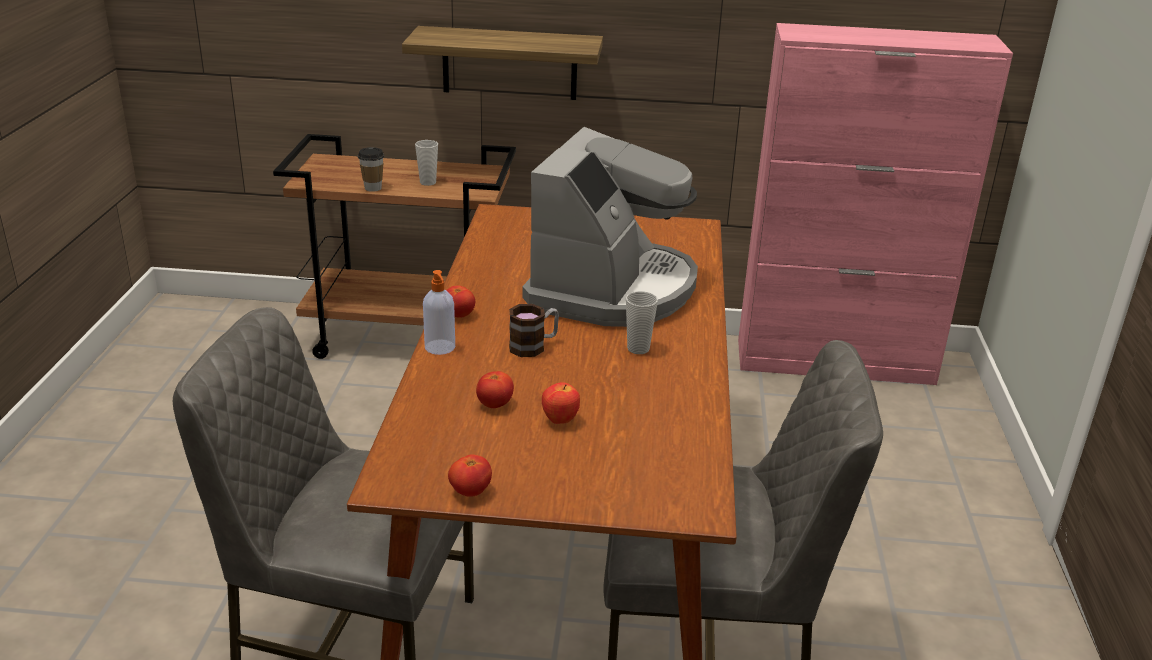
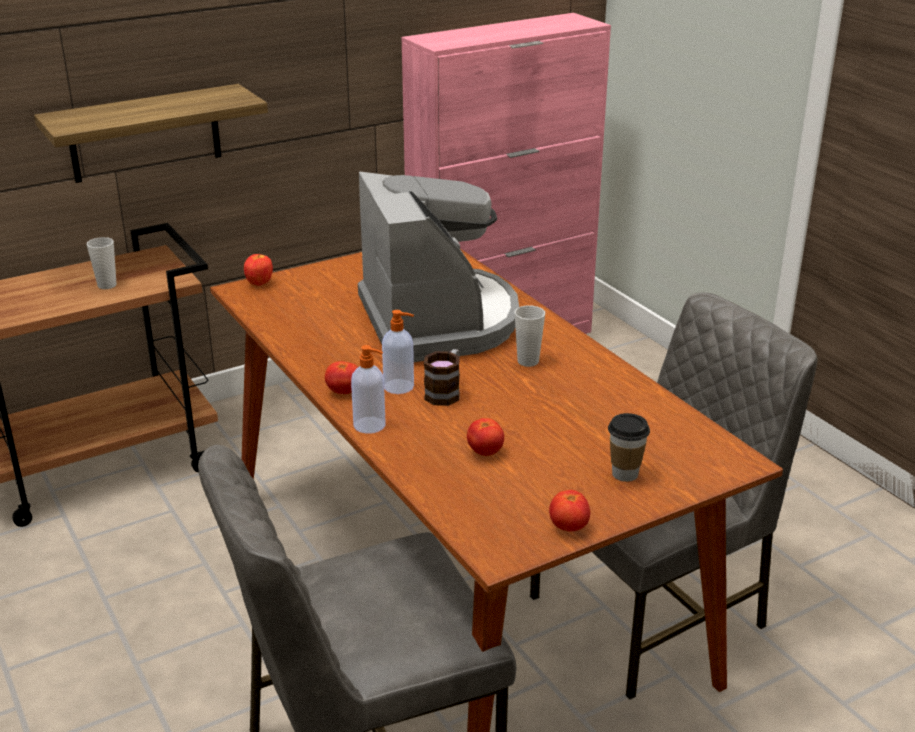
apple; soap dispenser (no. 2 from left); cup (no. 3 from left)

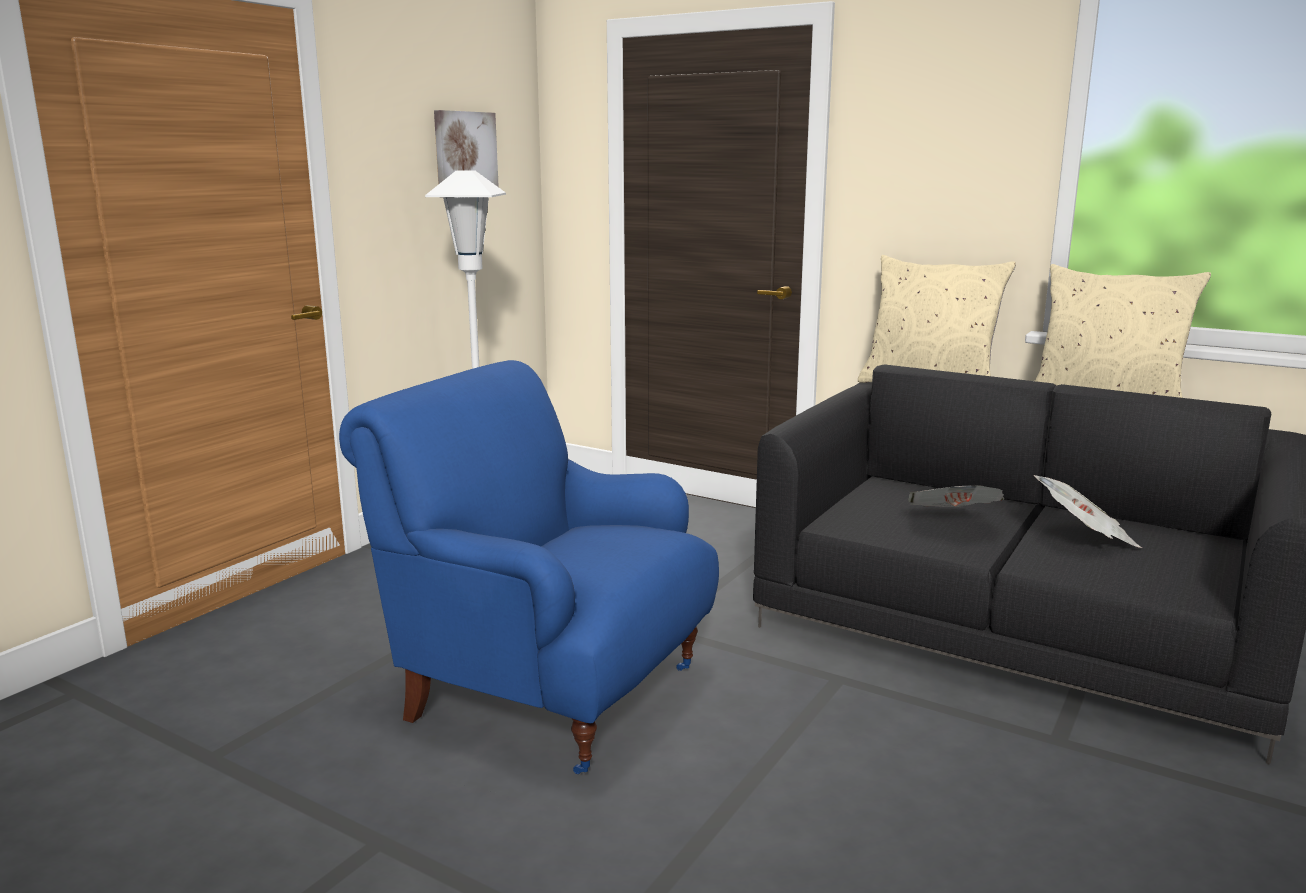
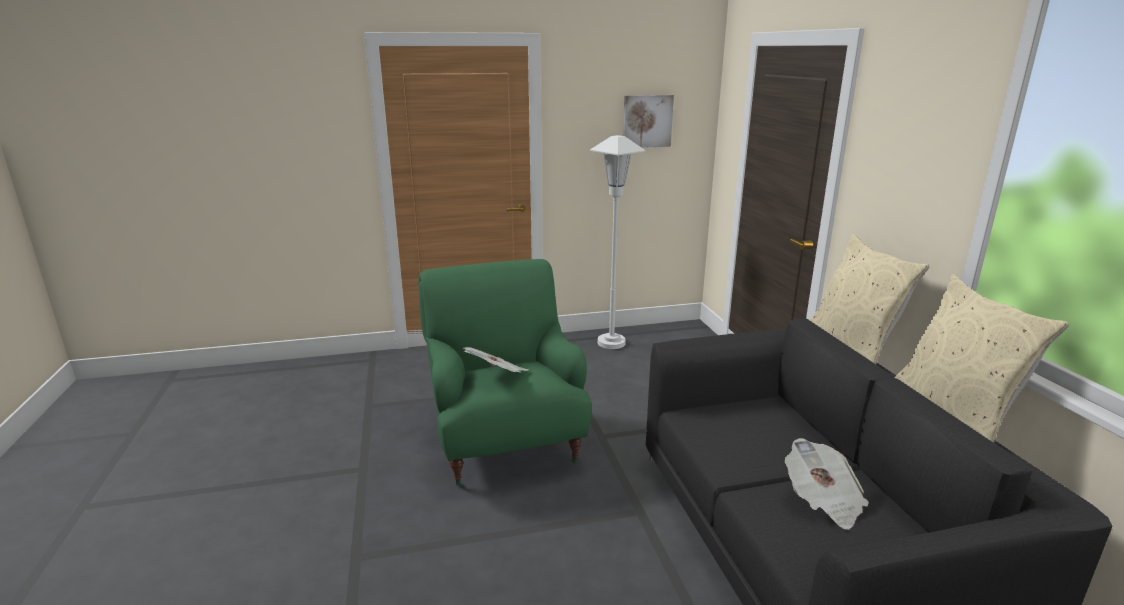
armchair in green; newspaper (no. 1 from left)

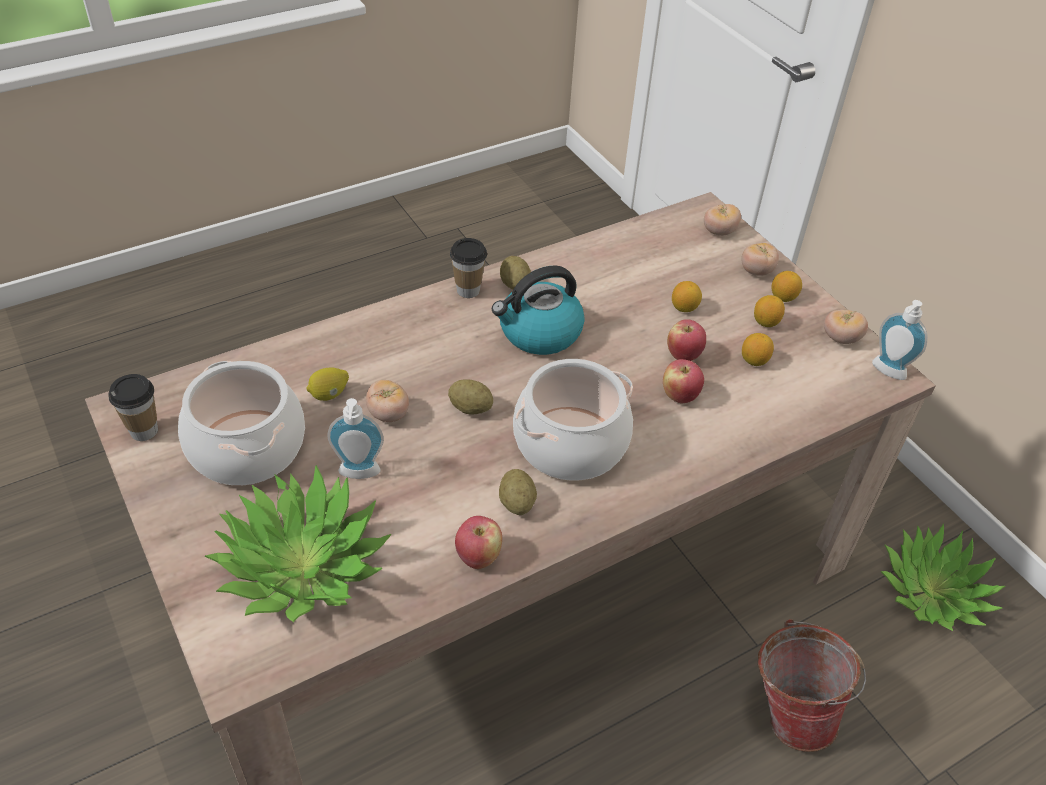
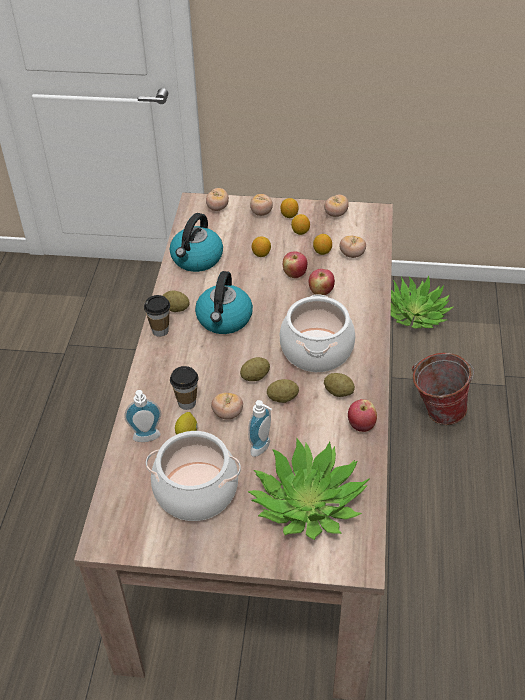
soap dispenser (no. 1 from left); kettle (no. 1 from left); cup (no. 2 from left); potato (no. 3 from left); tomato (no. 5 from left)

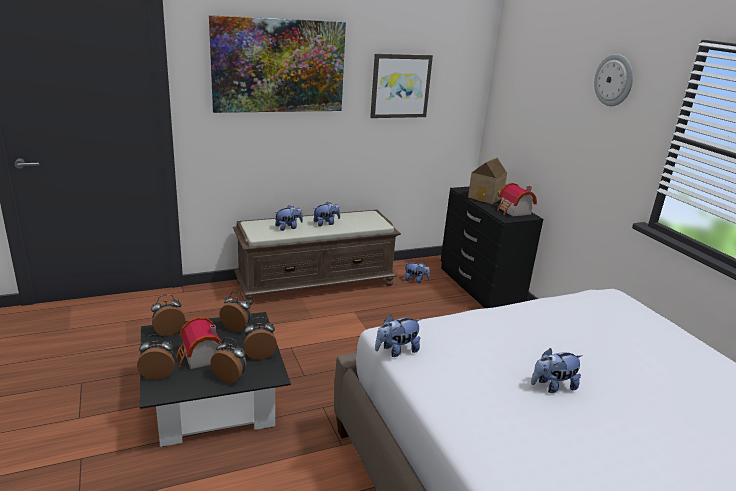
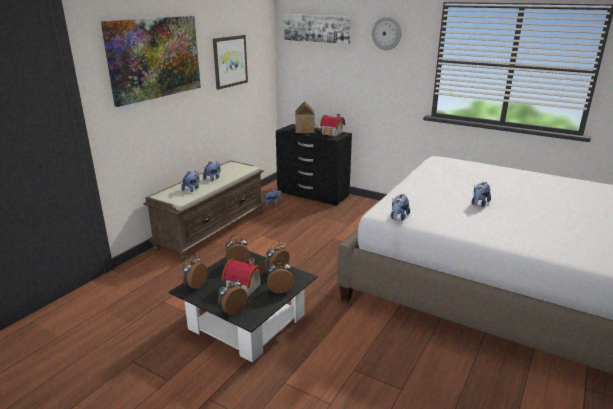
picture (no. 3 from left)

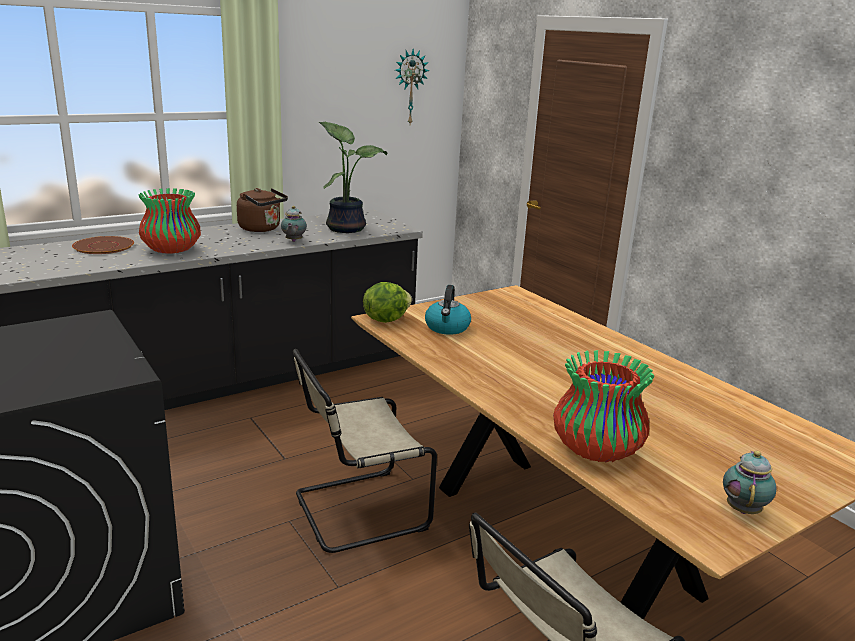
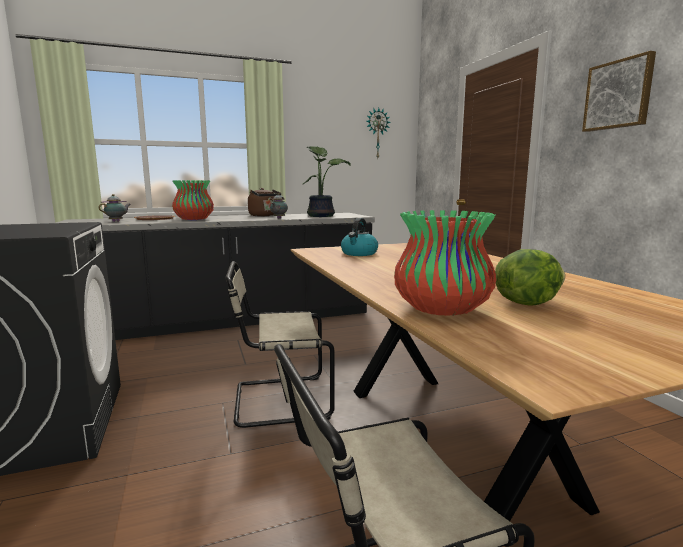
teapot (no. 1 from left); lettuce; picture

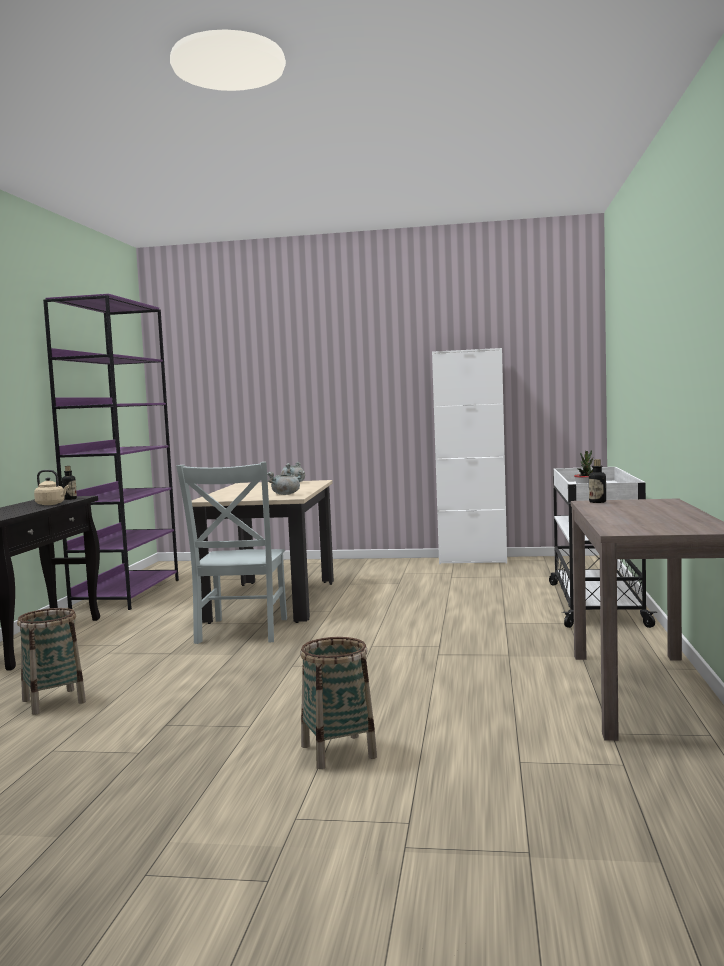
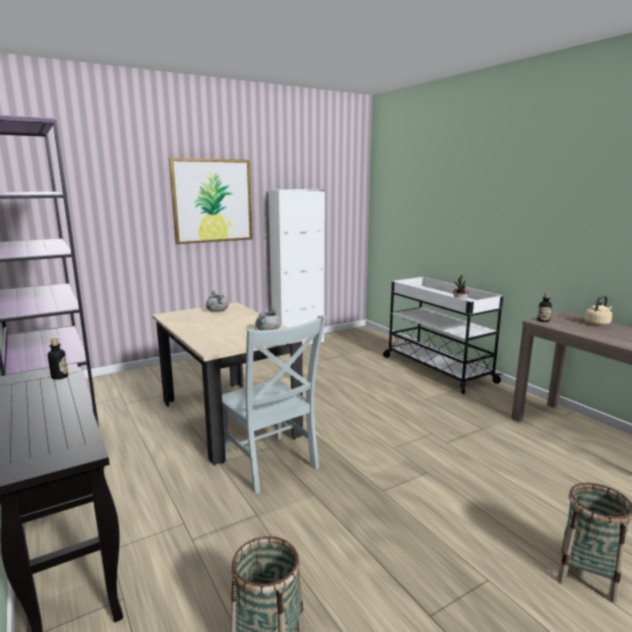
picture; kettle in beige

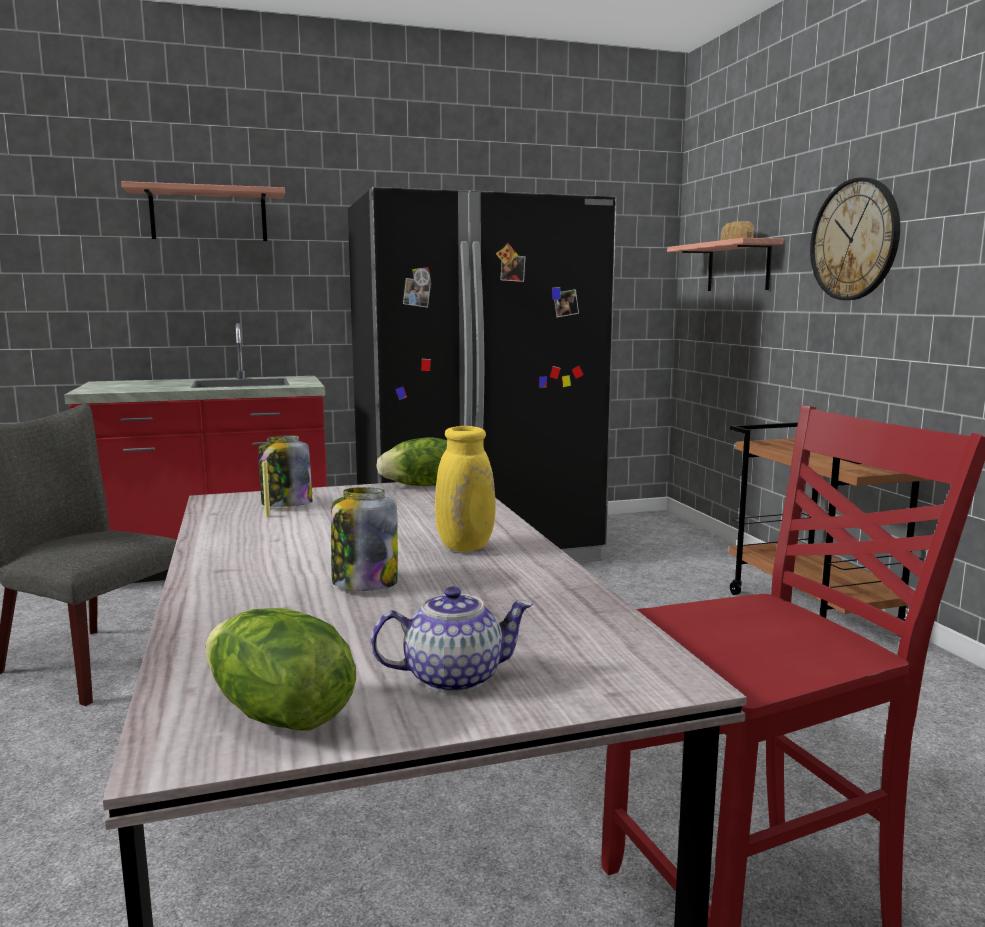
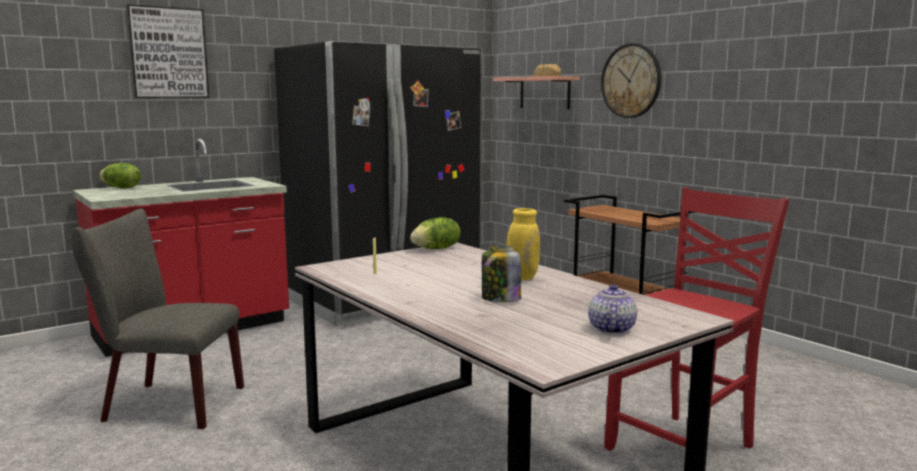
lettuce (no. 1 from left); picture; teapot; jar (no. 1 from left in the first image)

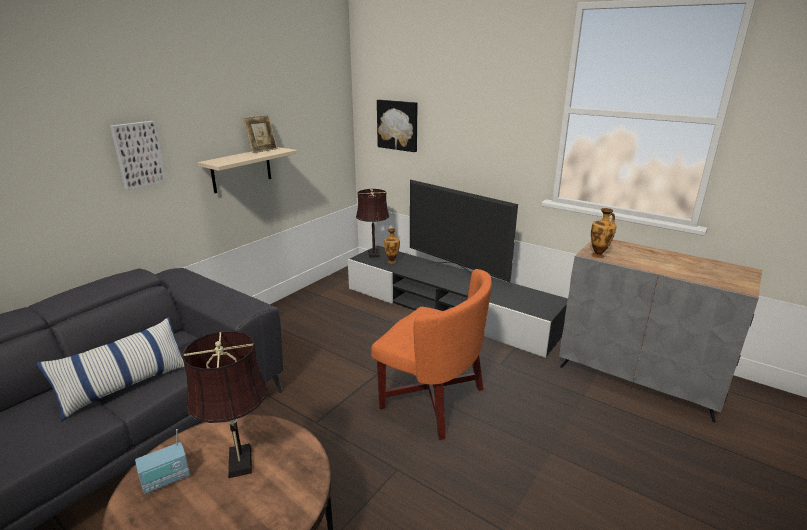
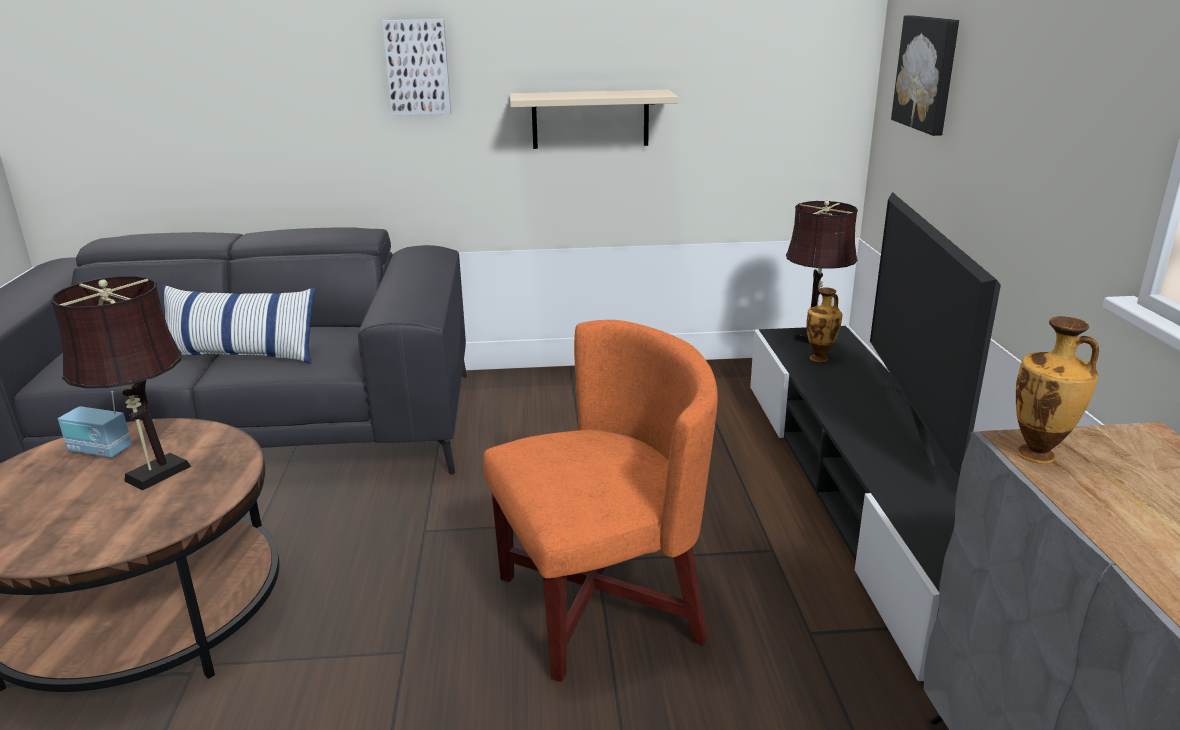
armchair in orange; picture frame

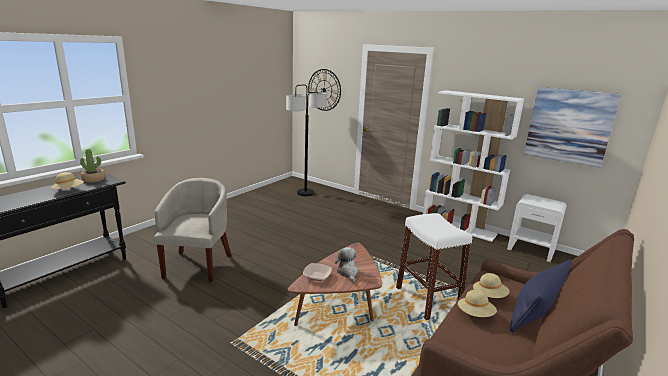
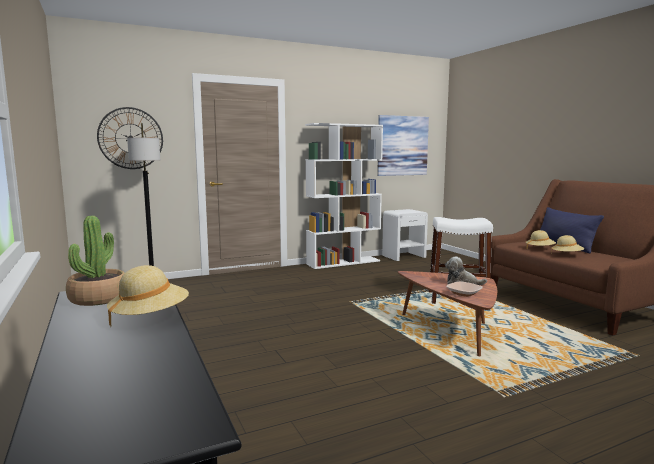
armchair in beige

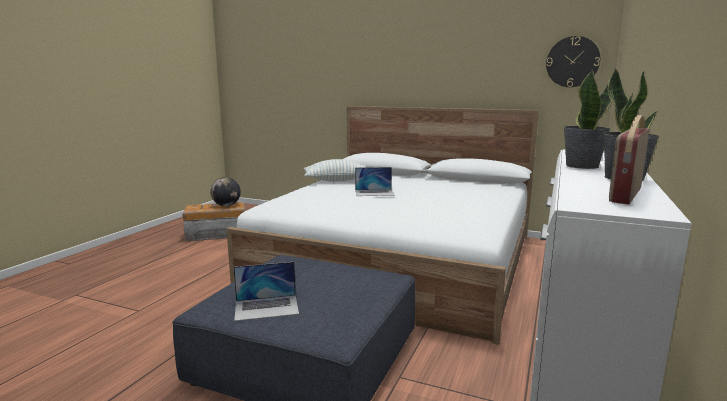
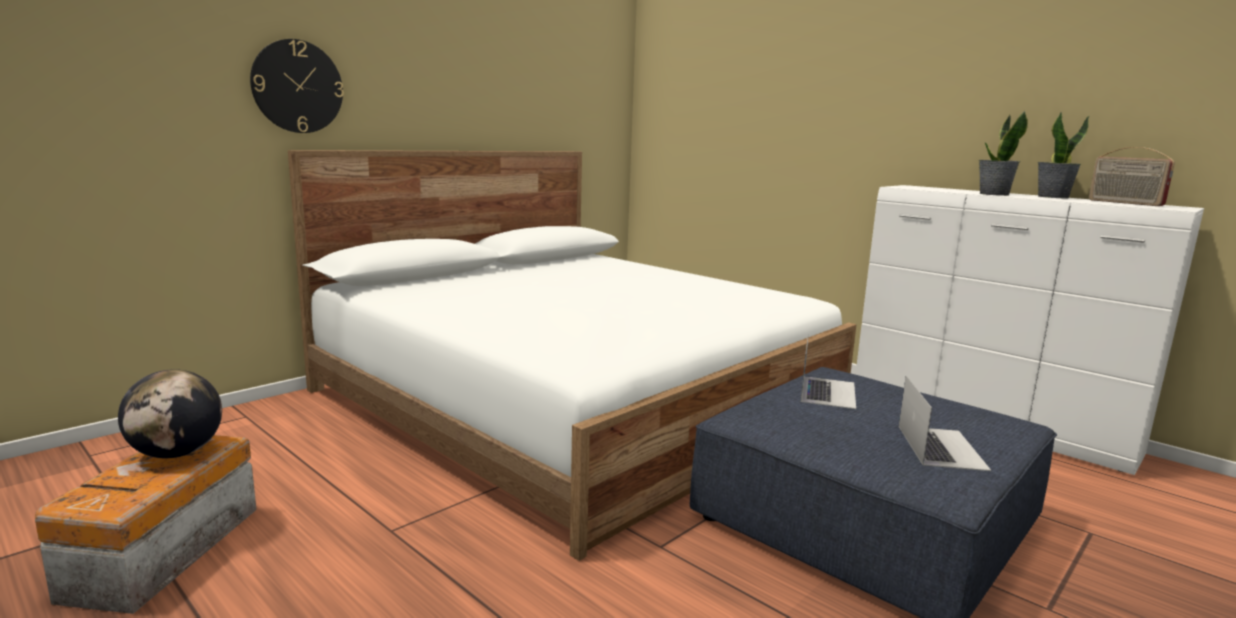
wall clock; laptop (no. 1 from left); pillow

